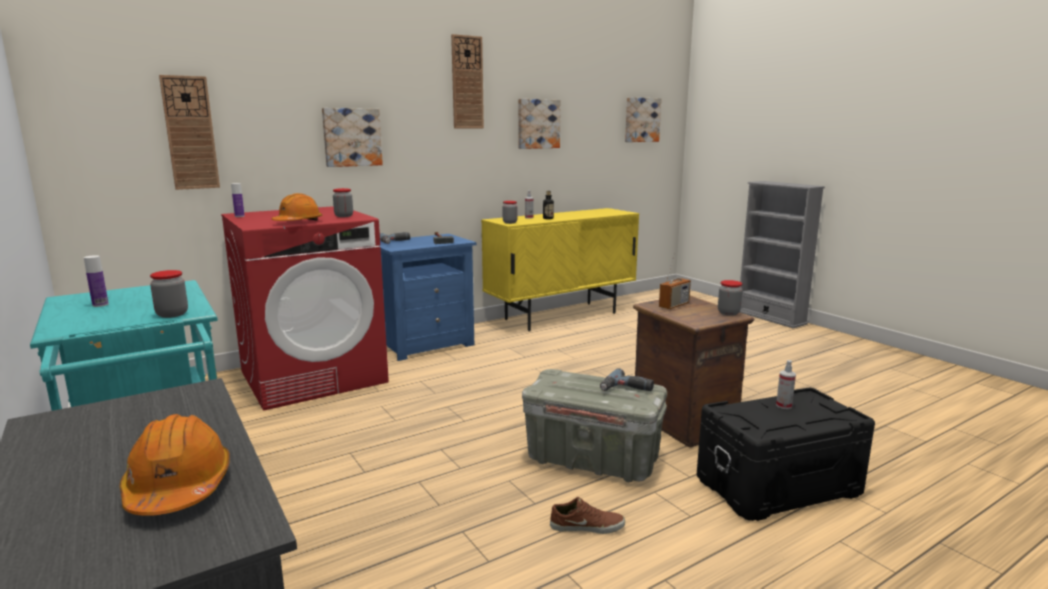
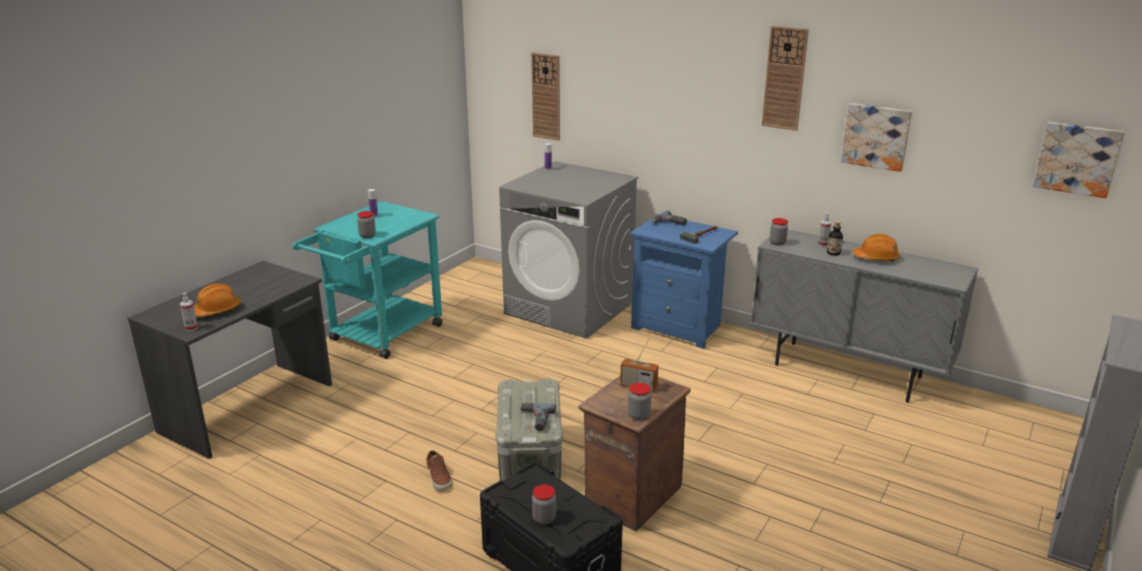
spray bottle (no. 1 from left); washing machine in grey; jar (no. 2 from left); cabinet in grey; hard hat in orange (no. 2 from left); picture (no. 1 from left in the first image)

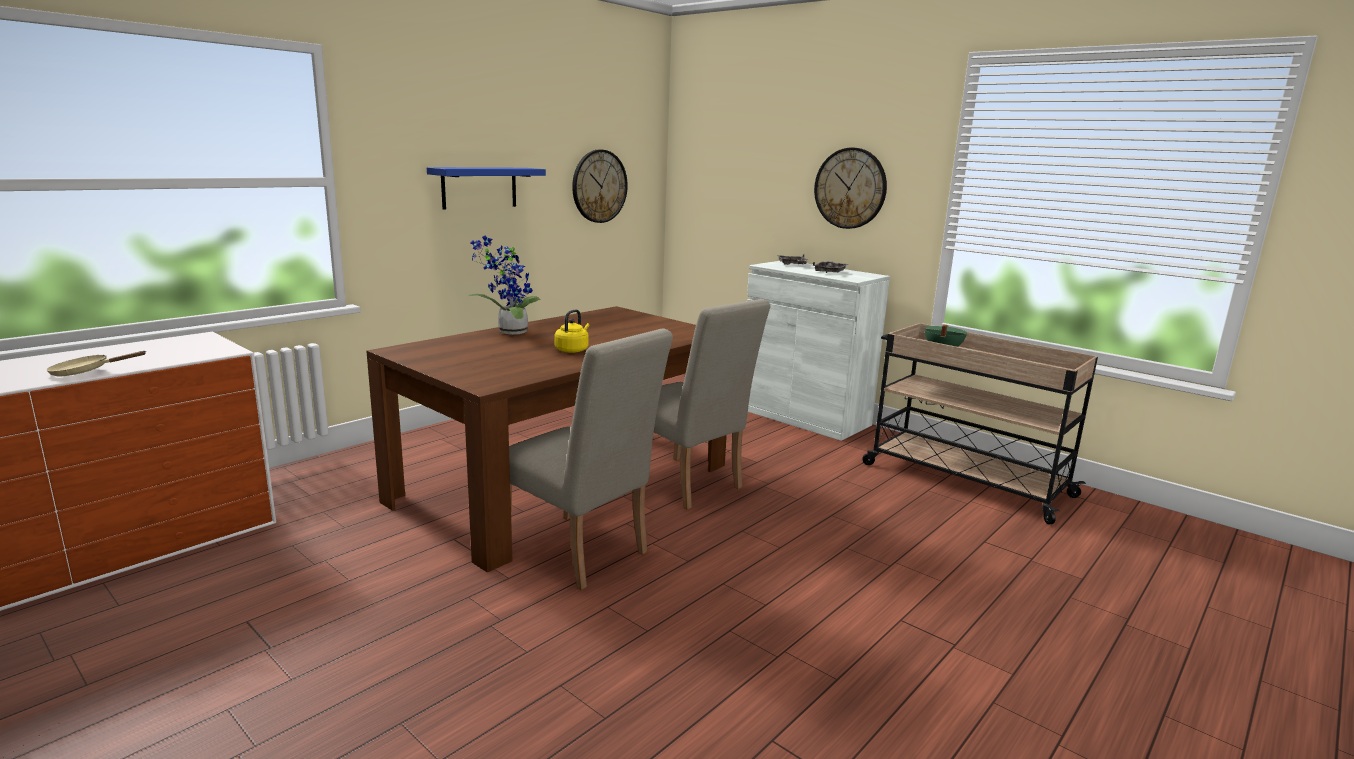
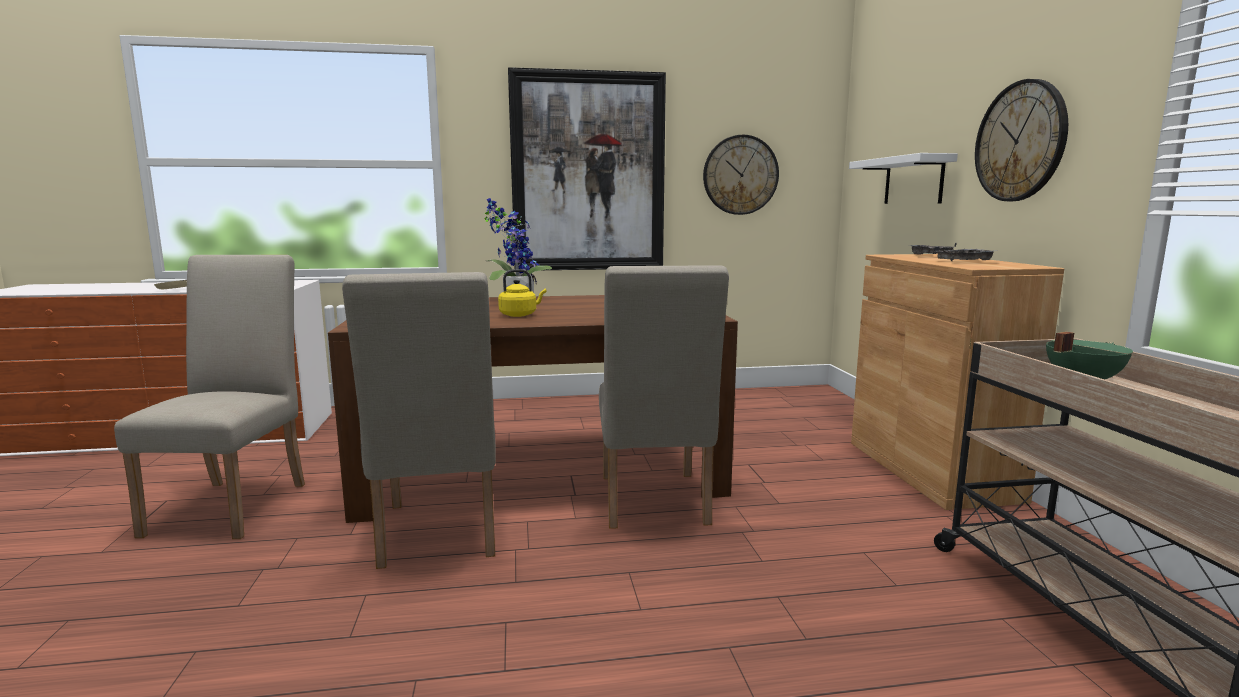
chair in beige (no. 1 from left); picture; shelf in white; cabinet in brown

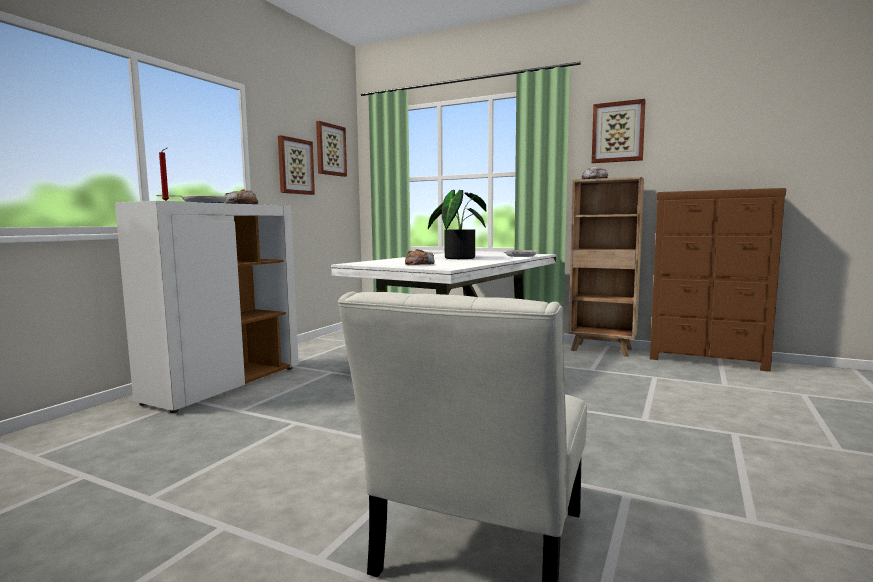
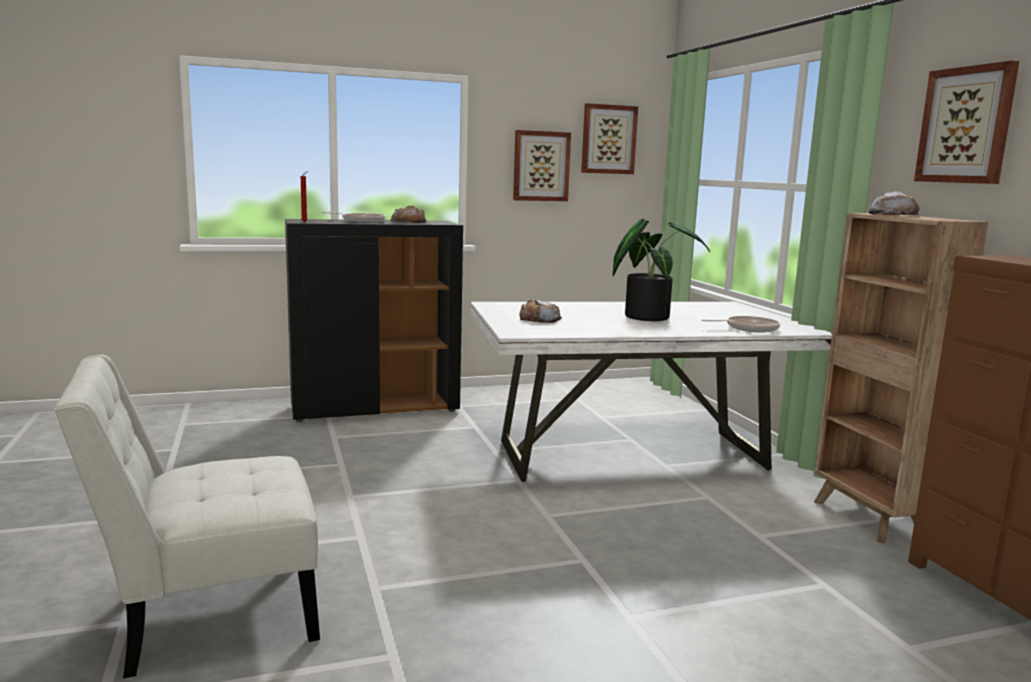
cabinet in black

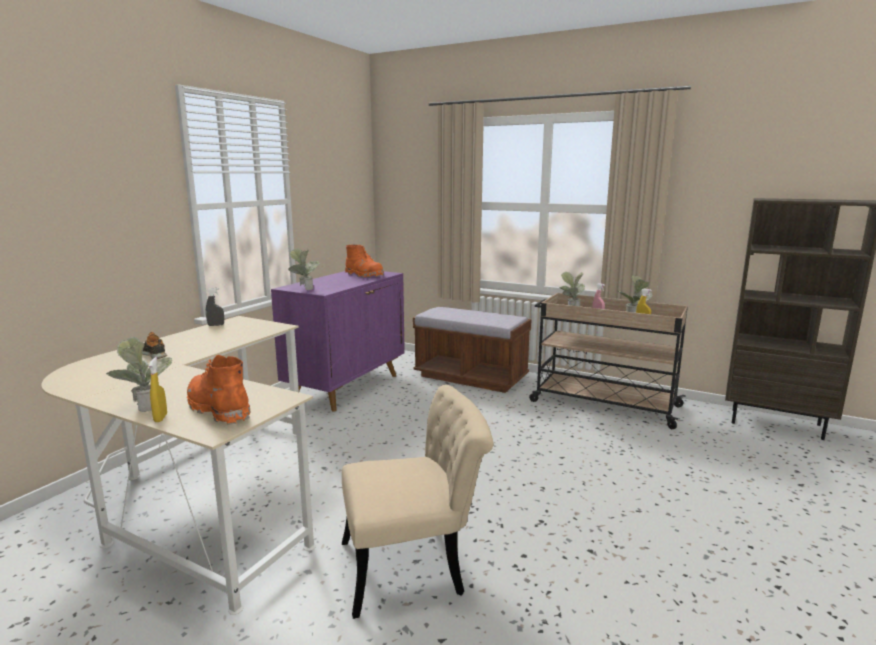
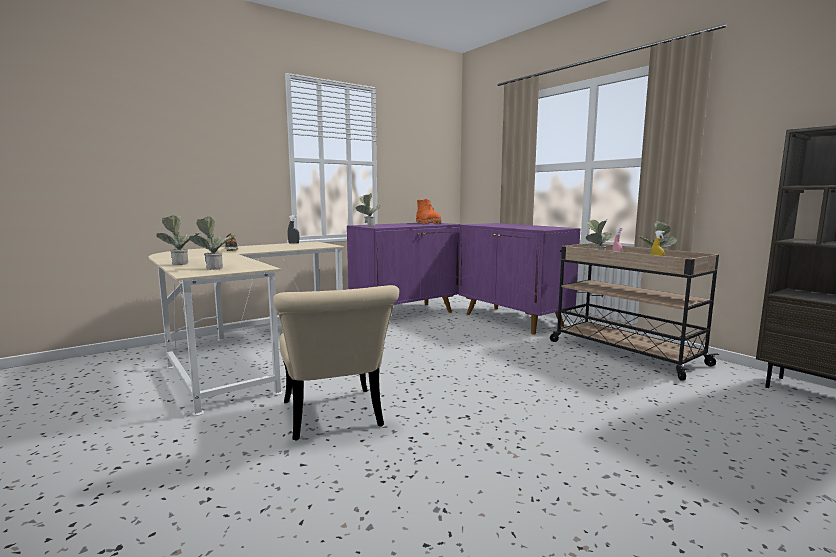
potted plant (no. 2 from left); chair in beige; cabinet in purple (no. 2 from left); spray bottle in yellow (no. 1 from left in the first image)

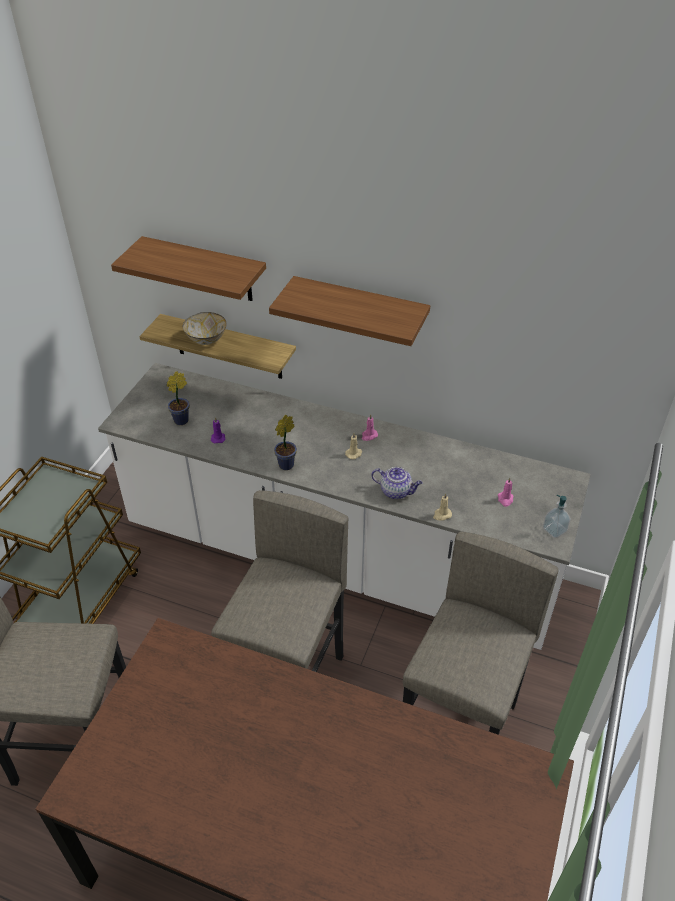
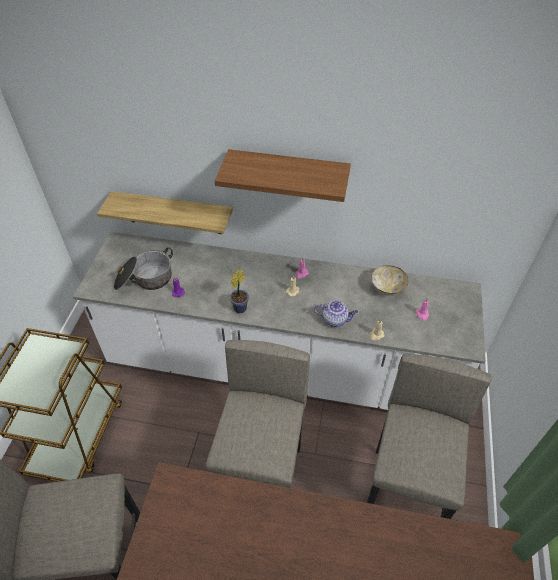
cooking pot; bowl; shelf (no. 1 from left in the first image); soap dispenser

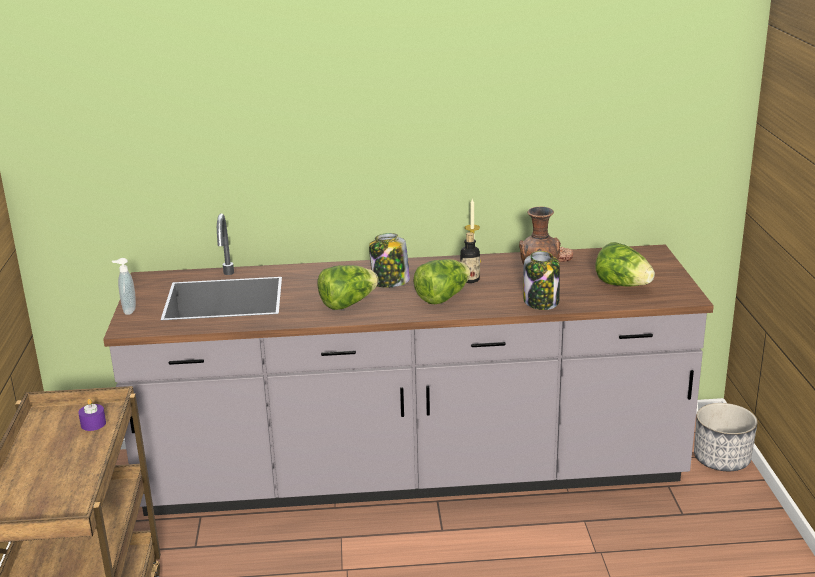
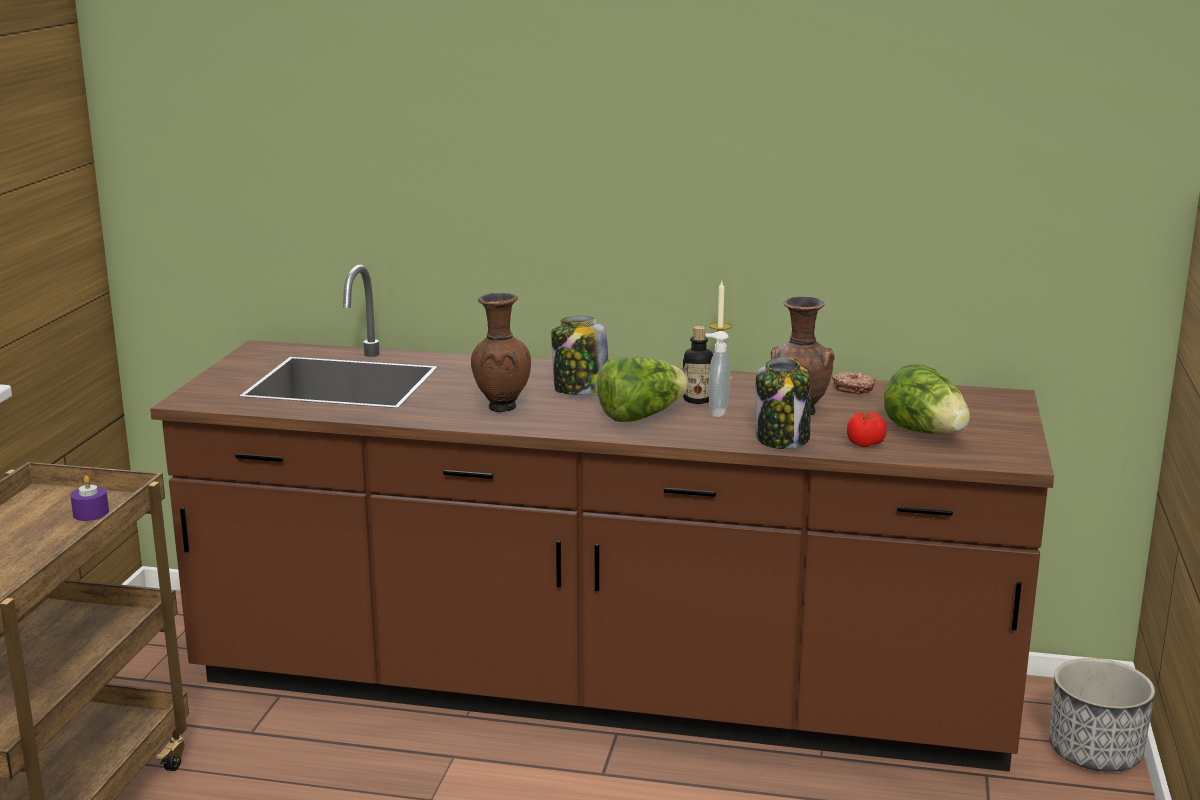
counter in brown; vase in brown (no. 1 from left); soap dispenser; tomato

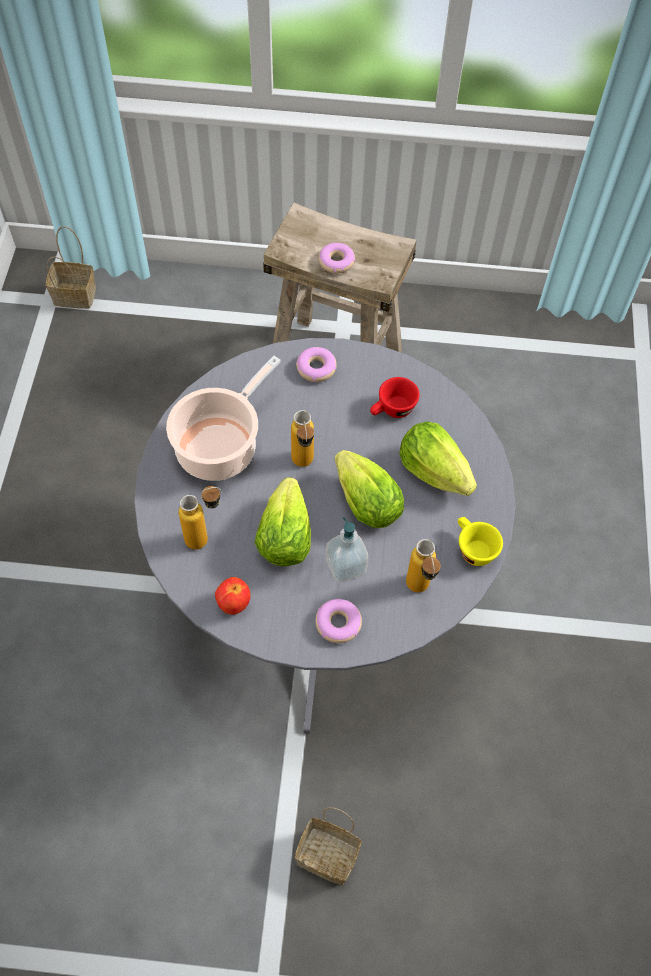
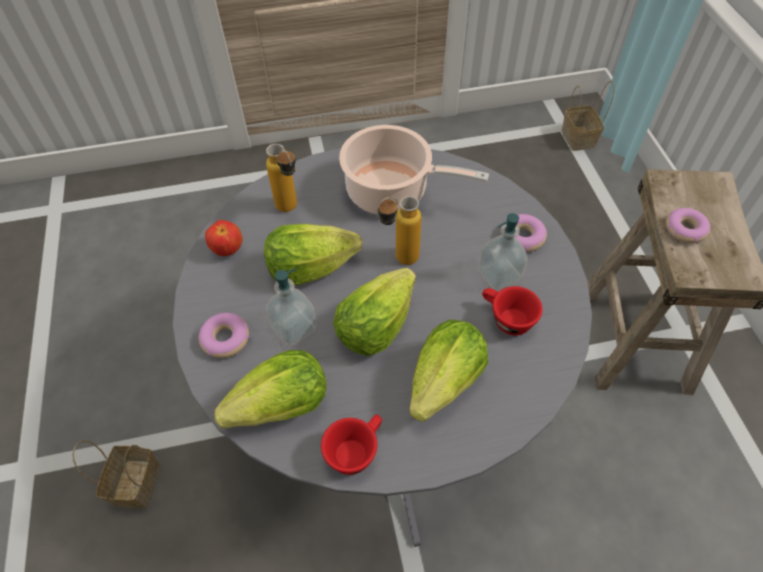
lettuce (no. 1 from left); cup in red (no. 1 from left); soap dispenser (no. 2 from left)

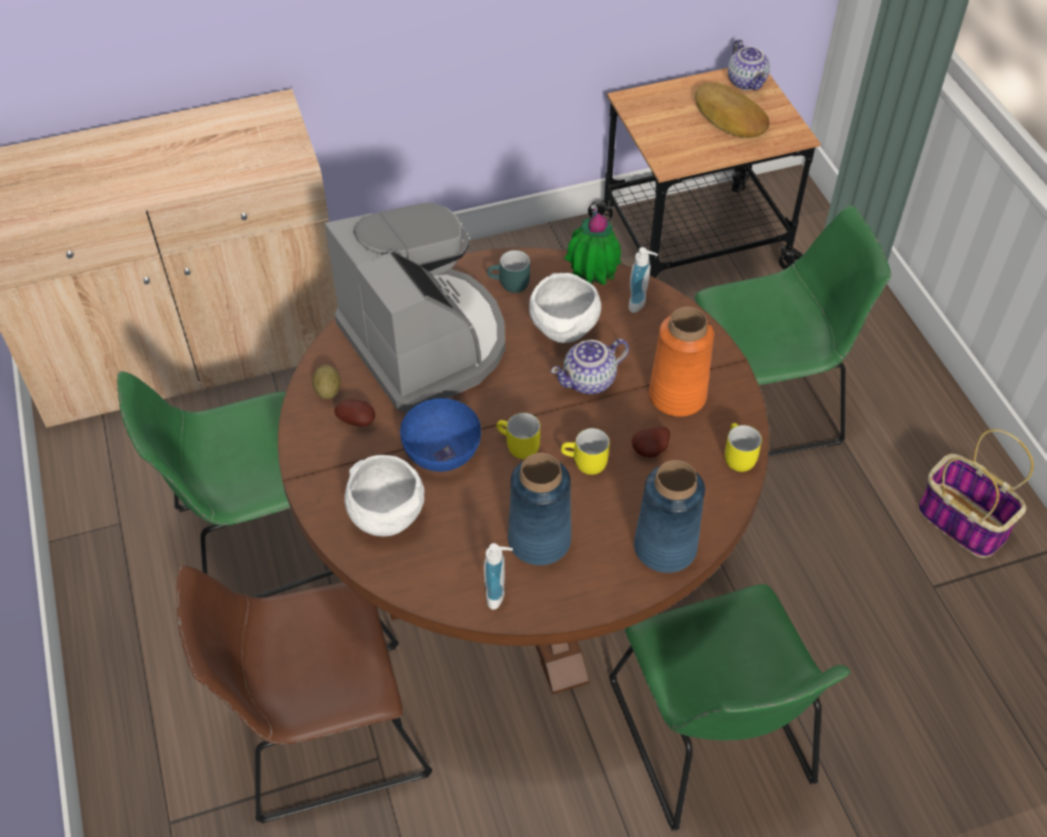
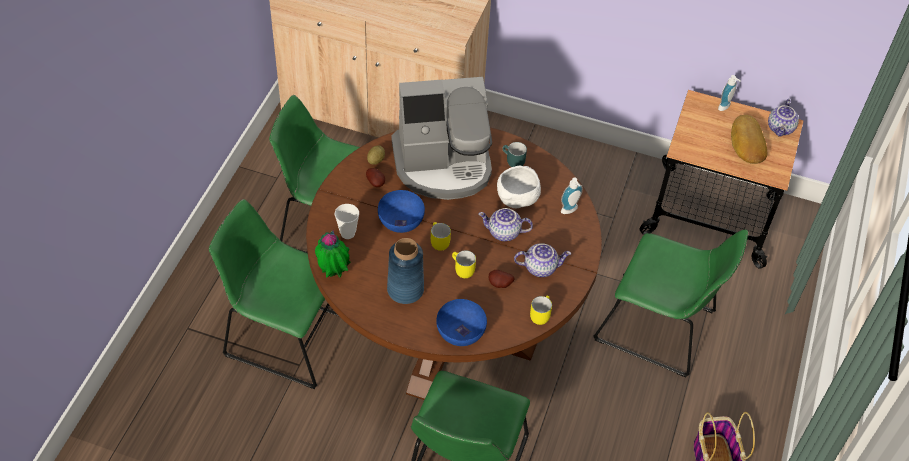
chair in green (no. 1 from left); potted plant; cup; coffee machine; bowl in blue (no. 2 from left); teapot (no. 2 from left); soap dispenser (no. 2 from left)

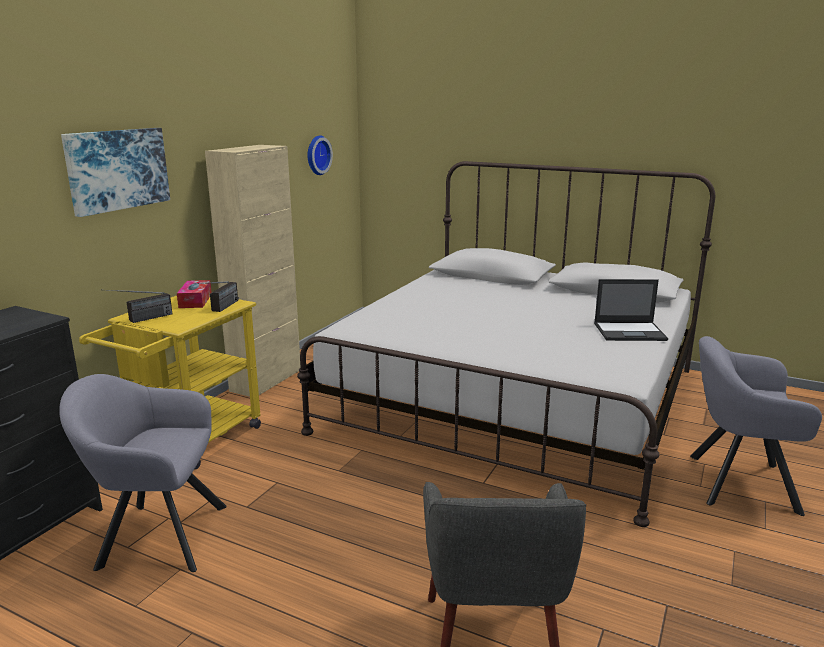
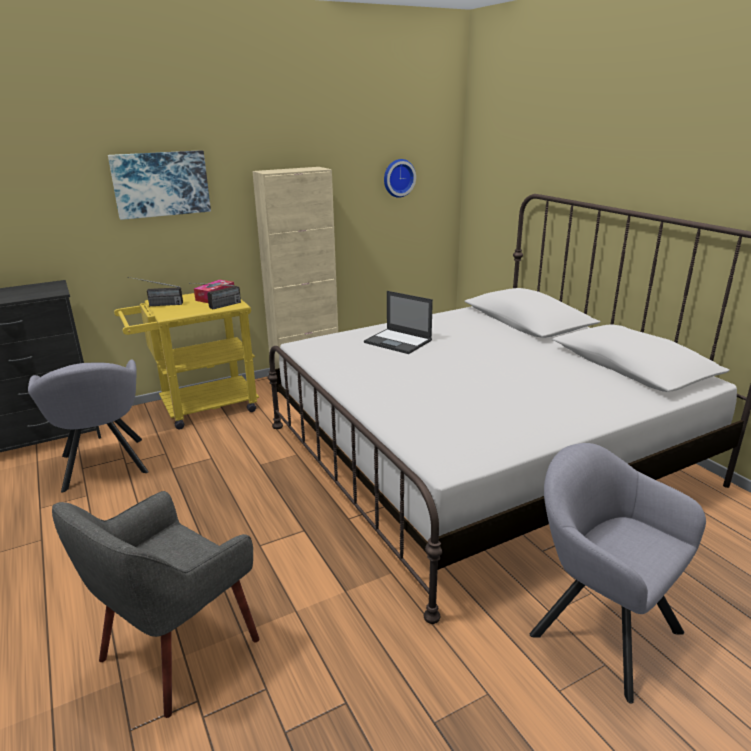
armchair in grey (no. 1 from left); laptop

